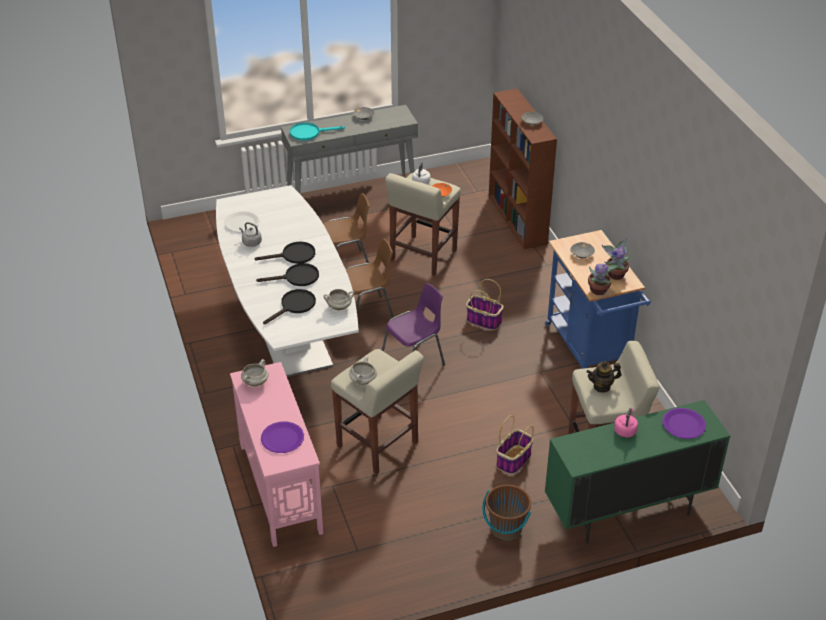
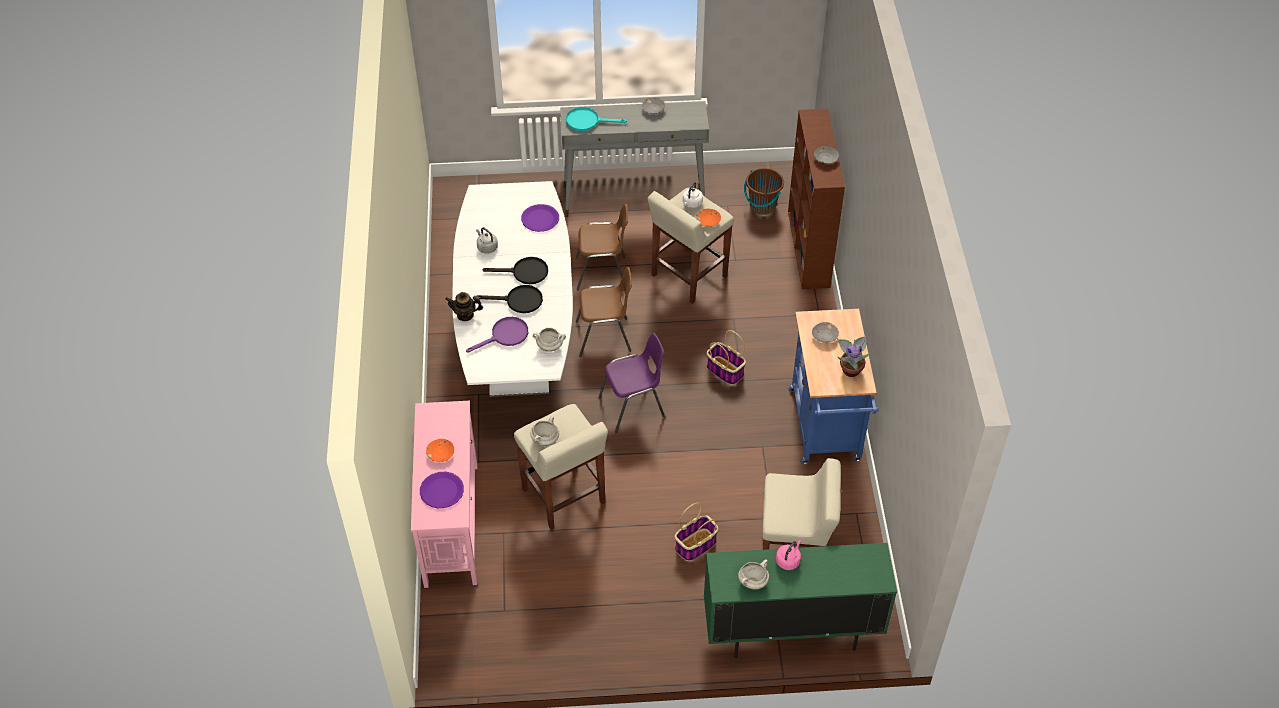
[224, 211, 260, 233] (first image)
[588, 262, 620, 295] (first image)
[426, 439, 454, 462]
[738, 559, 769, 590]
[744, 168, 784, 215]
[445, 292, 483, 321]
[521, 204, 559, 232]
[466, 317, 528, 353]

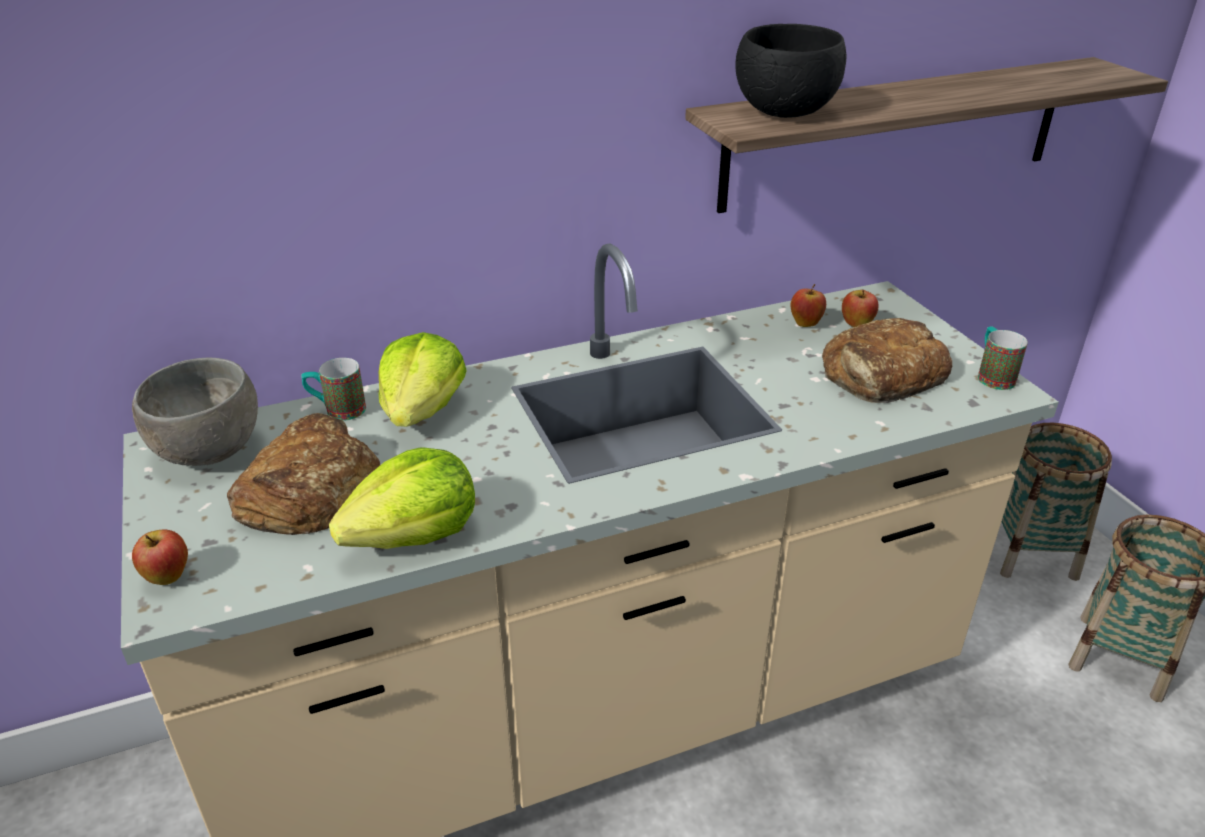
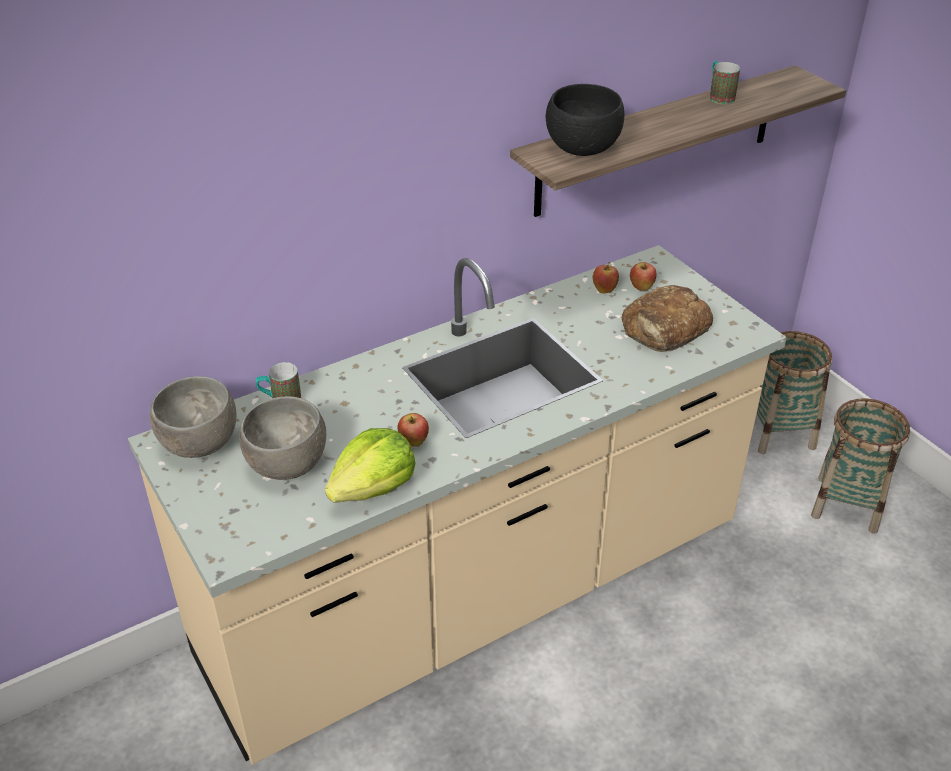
[379, 332, 467, 427] (first image)
[398, 413, 429, 447]
[709, 61, 740, 104]
[239, 396, 326, 480]

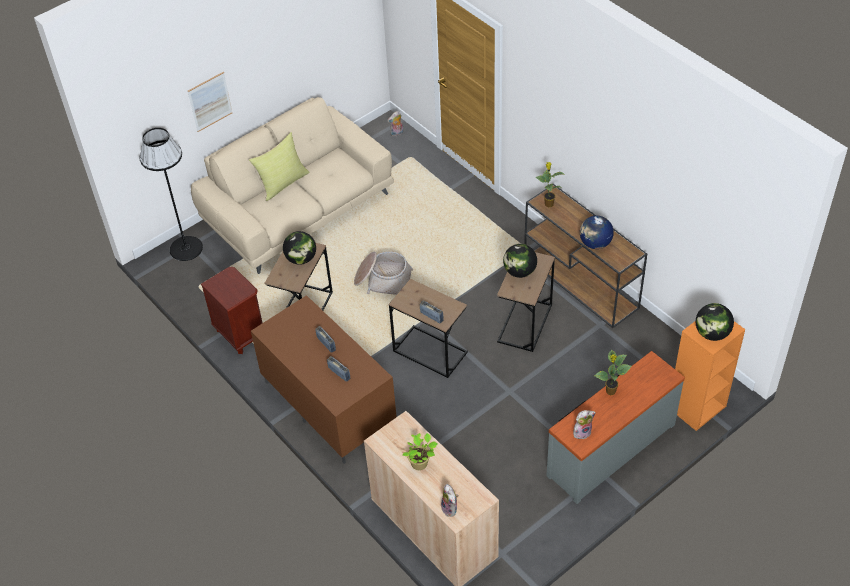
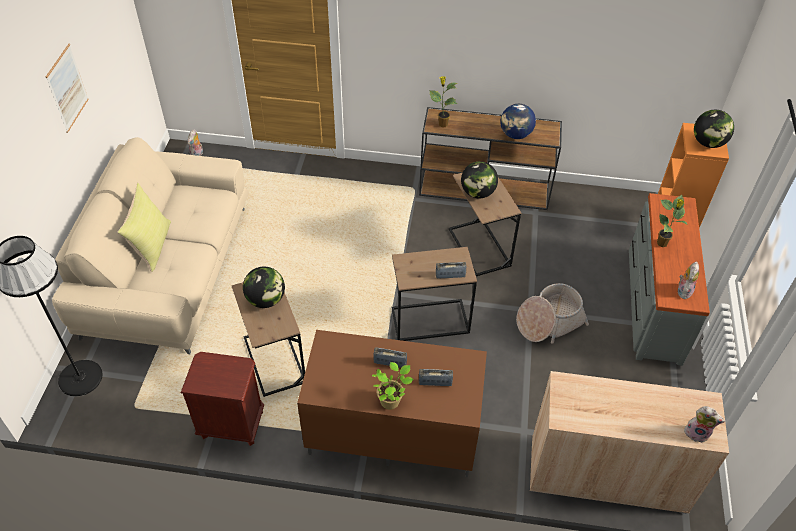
[46, 44, 89, 133]
[516, 283, 589, 344]
[372, 362, 414, 409]

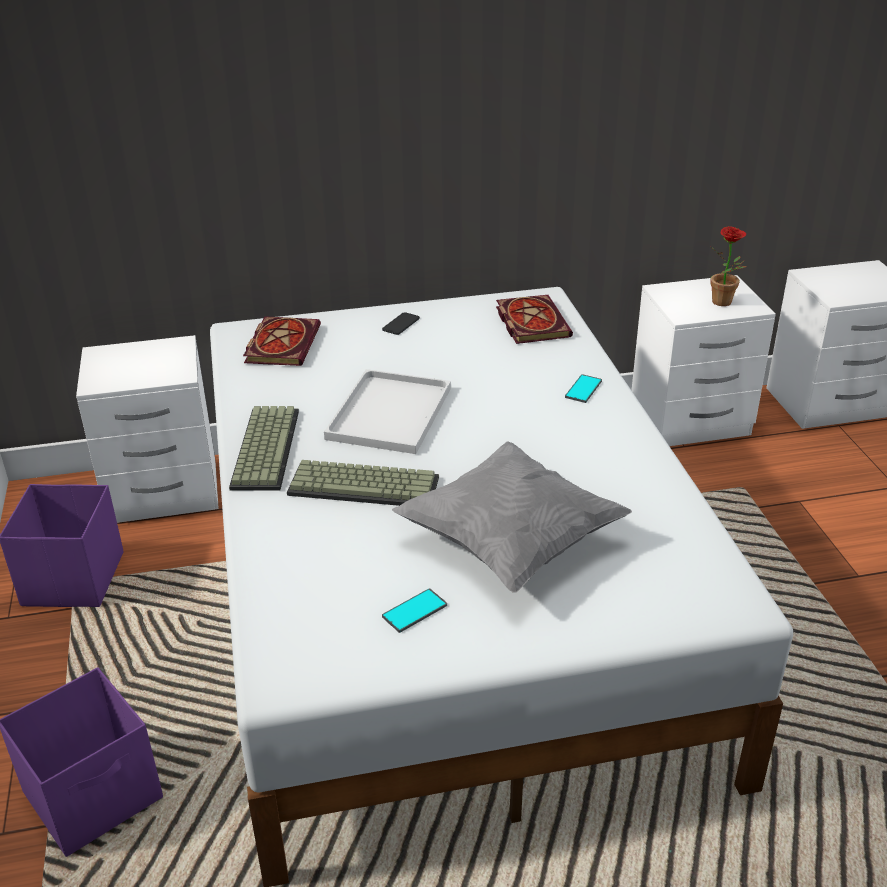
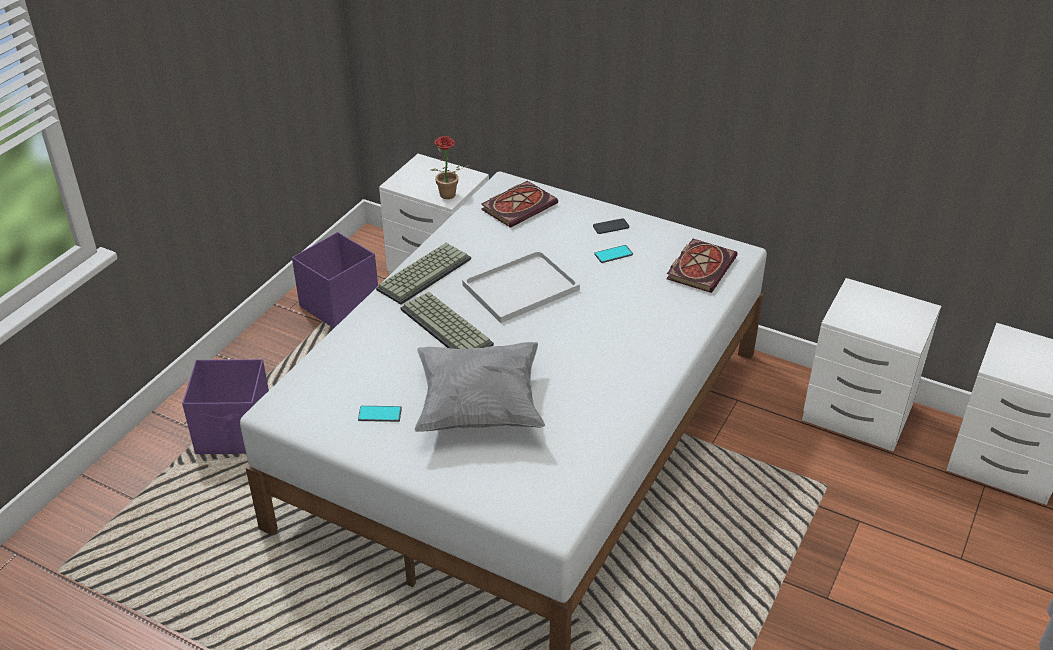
[594, 245, 633, 263]
[431, 136, 469, 199]

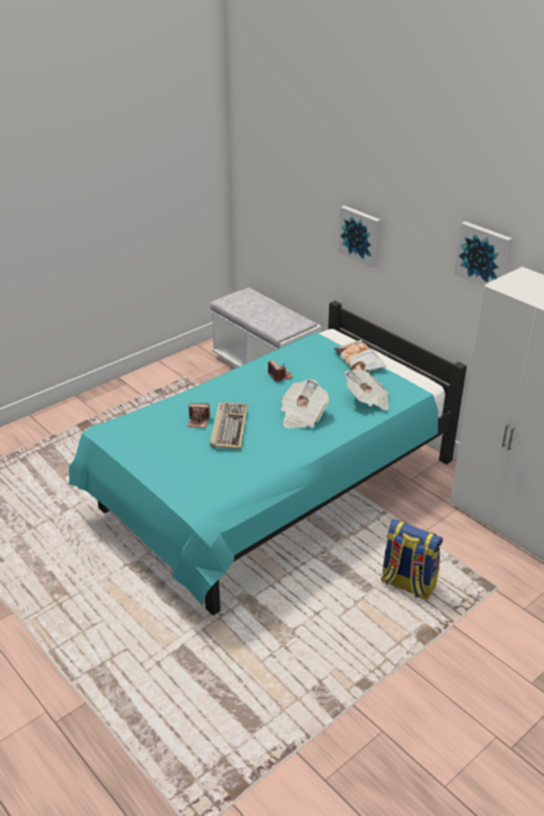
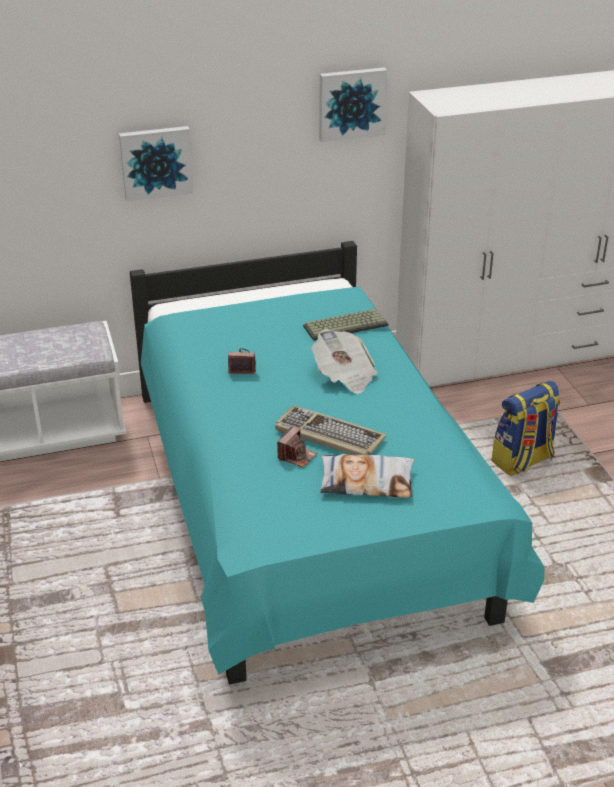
[320, 454, 414, 498]
[303, 309, 389, 341]

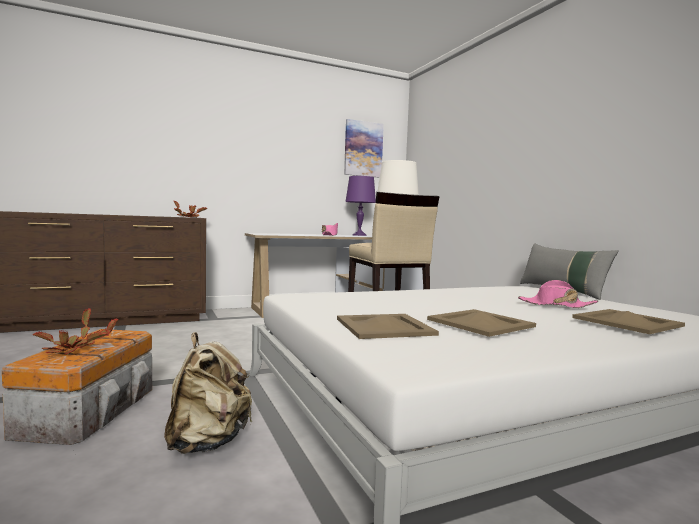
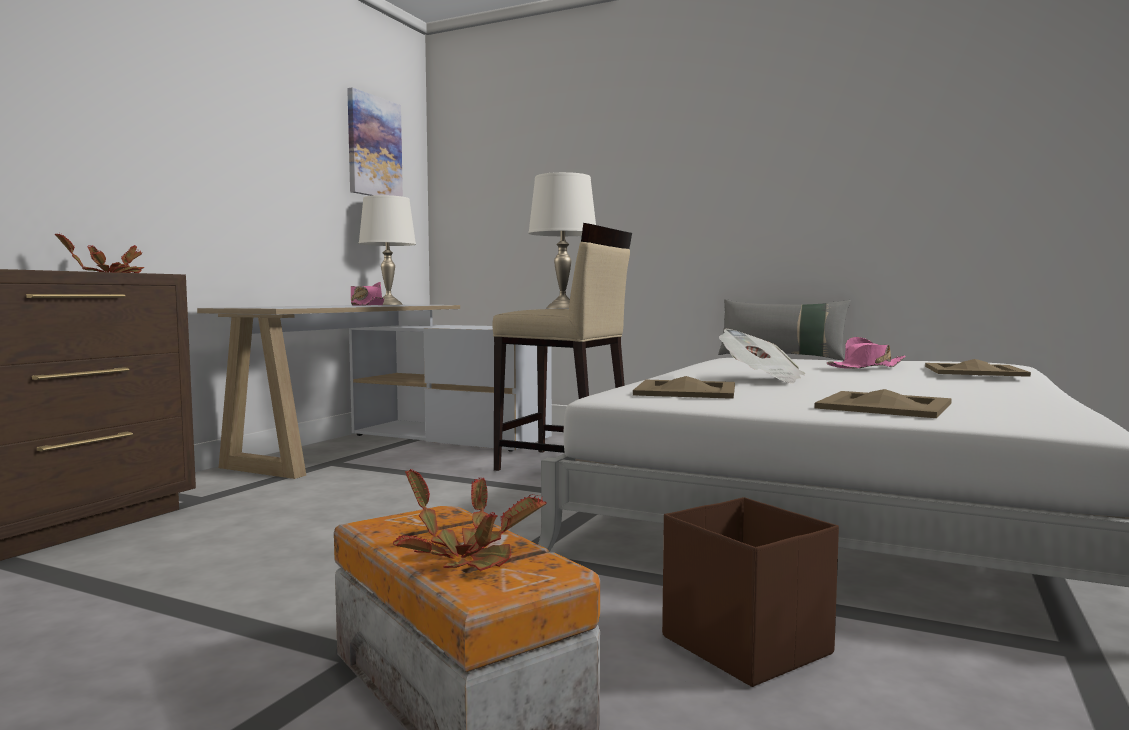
[719, 329, 805, 383]
[633, 376, 735, 399]
[662, 497, 839, 687]
[359, 195, 416, 305]

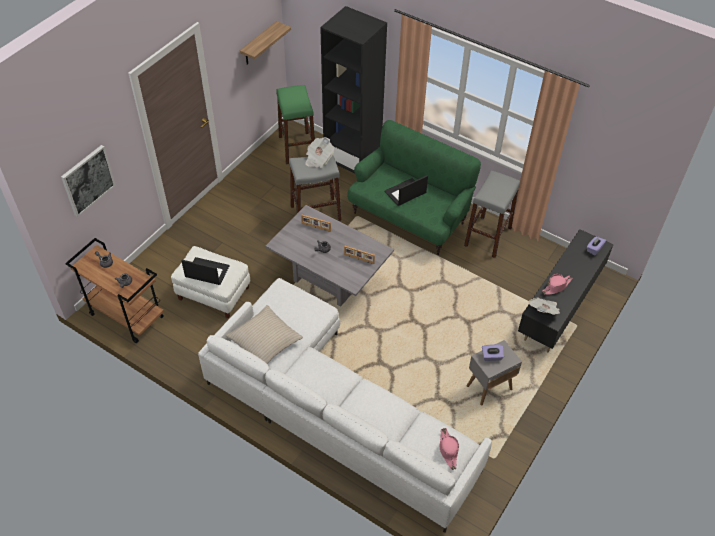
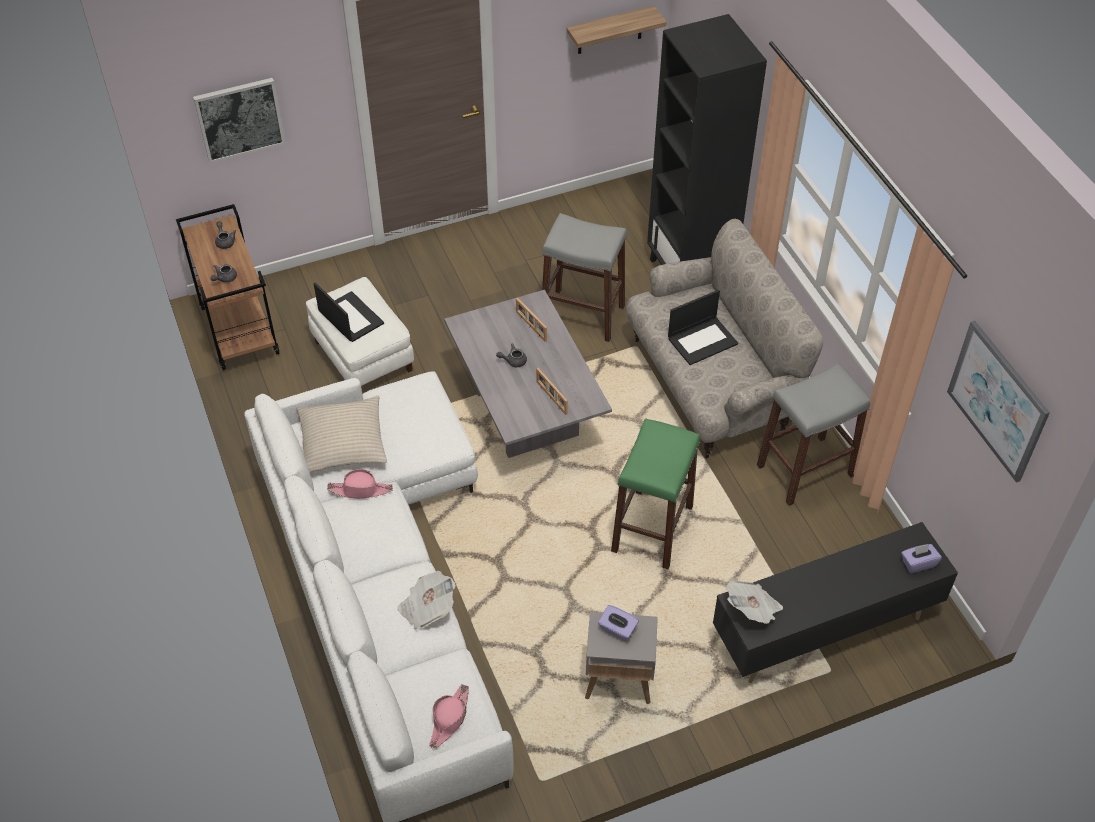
[947, 321, 1050, 483]
[611, 418, 700, 569]
[398, 571, 456, 630]
[327, 469, 393, 499]
[626, 219, 823, 458]
[668, 290, 738, 365]

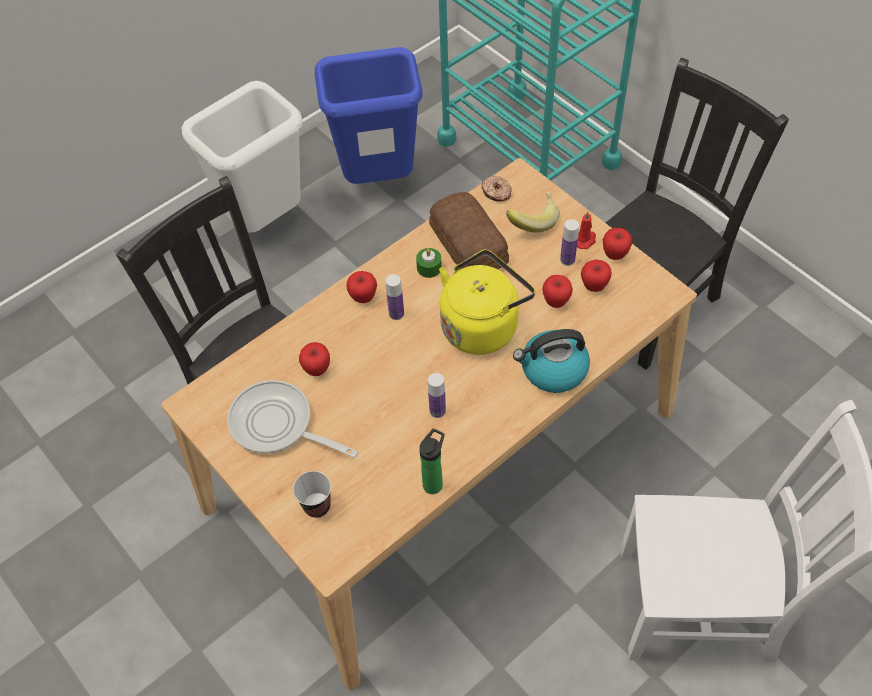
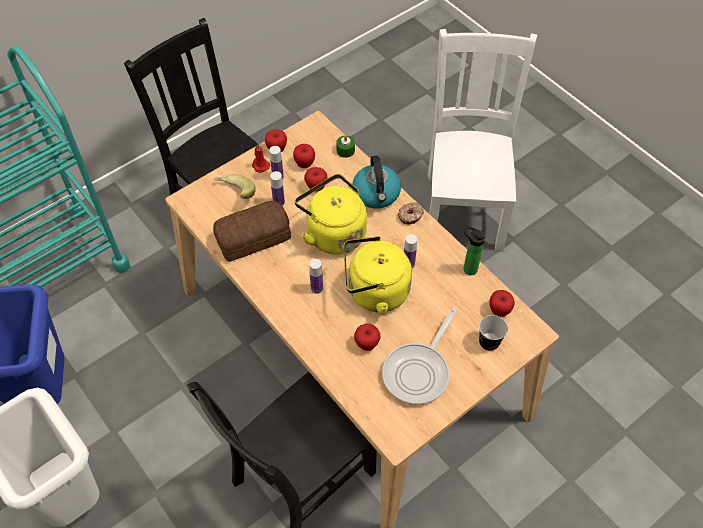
[270, 171, 285, 206]
[344, 236, 412, 314]
[489, 290, 515, 317]
[336, 135, 355, 158]
[398, 202, 424, 225]

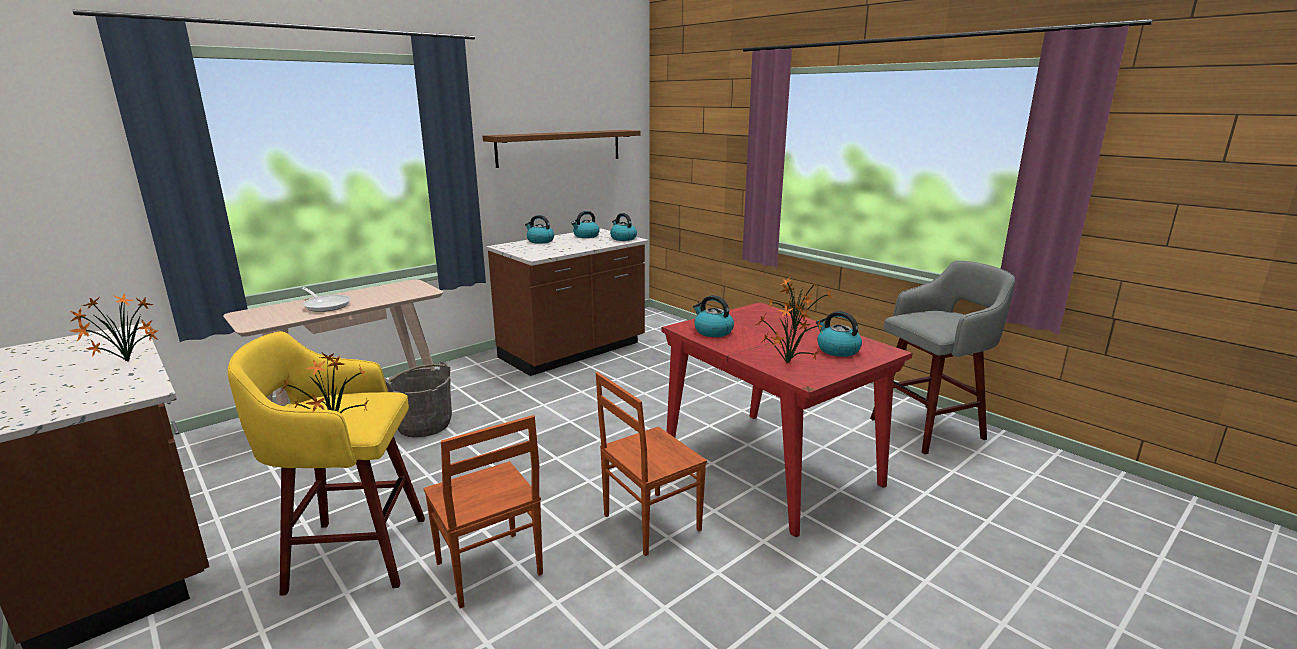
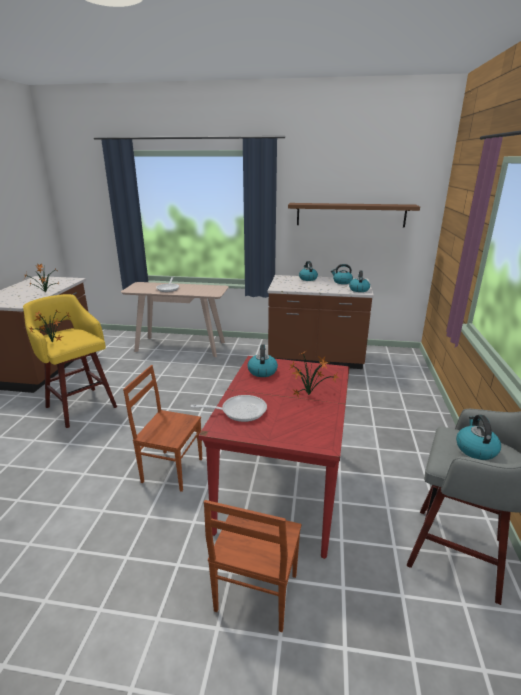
[384, 362, 452, 437] (first image)
[204, 500, 301, 632]
[456, 415, 501, 460]
[191, 395, 267, 422]

